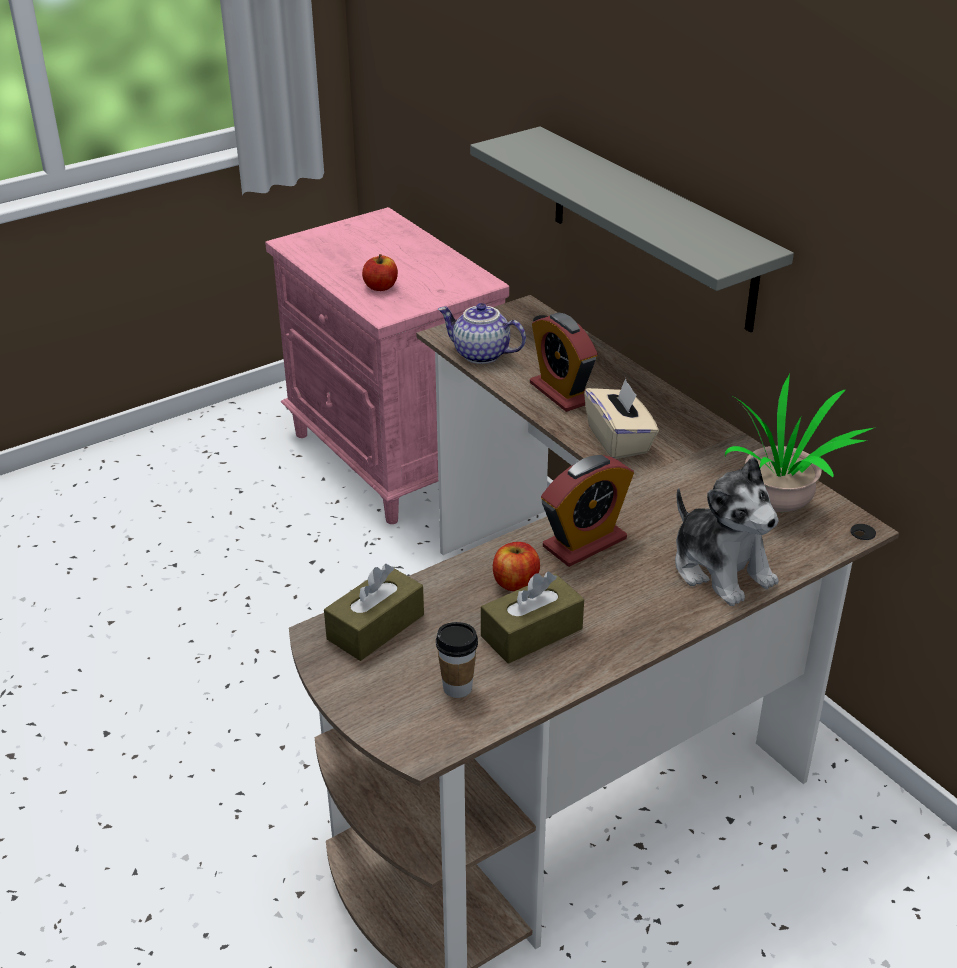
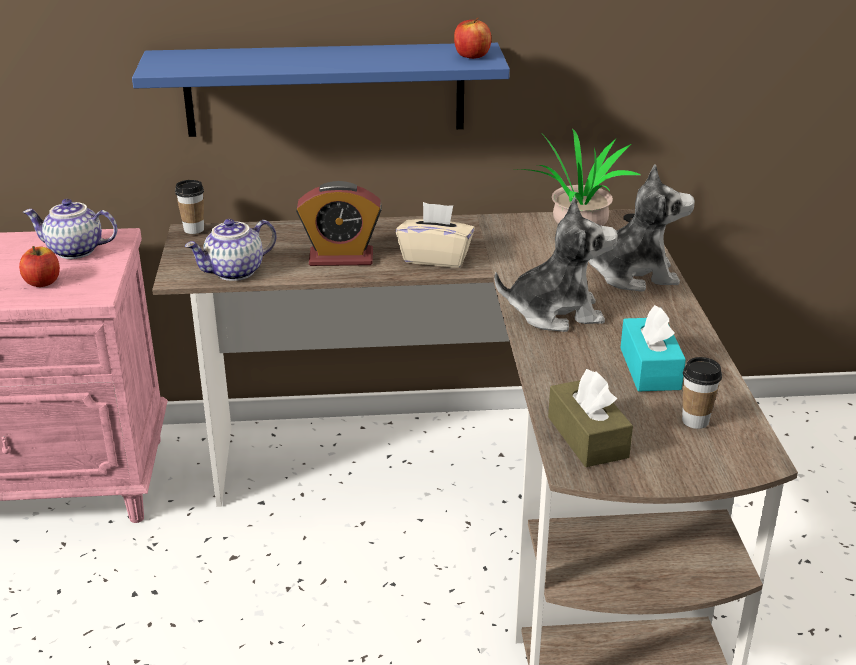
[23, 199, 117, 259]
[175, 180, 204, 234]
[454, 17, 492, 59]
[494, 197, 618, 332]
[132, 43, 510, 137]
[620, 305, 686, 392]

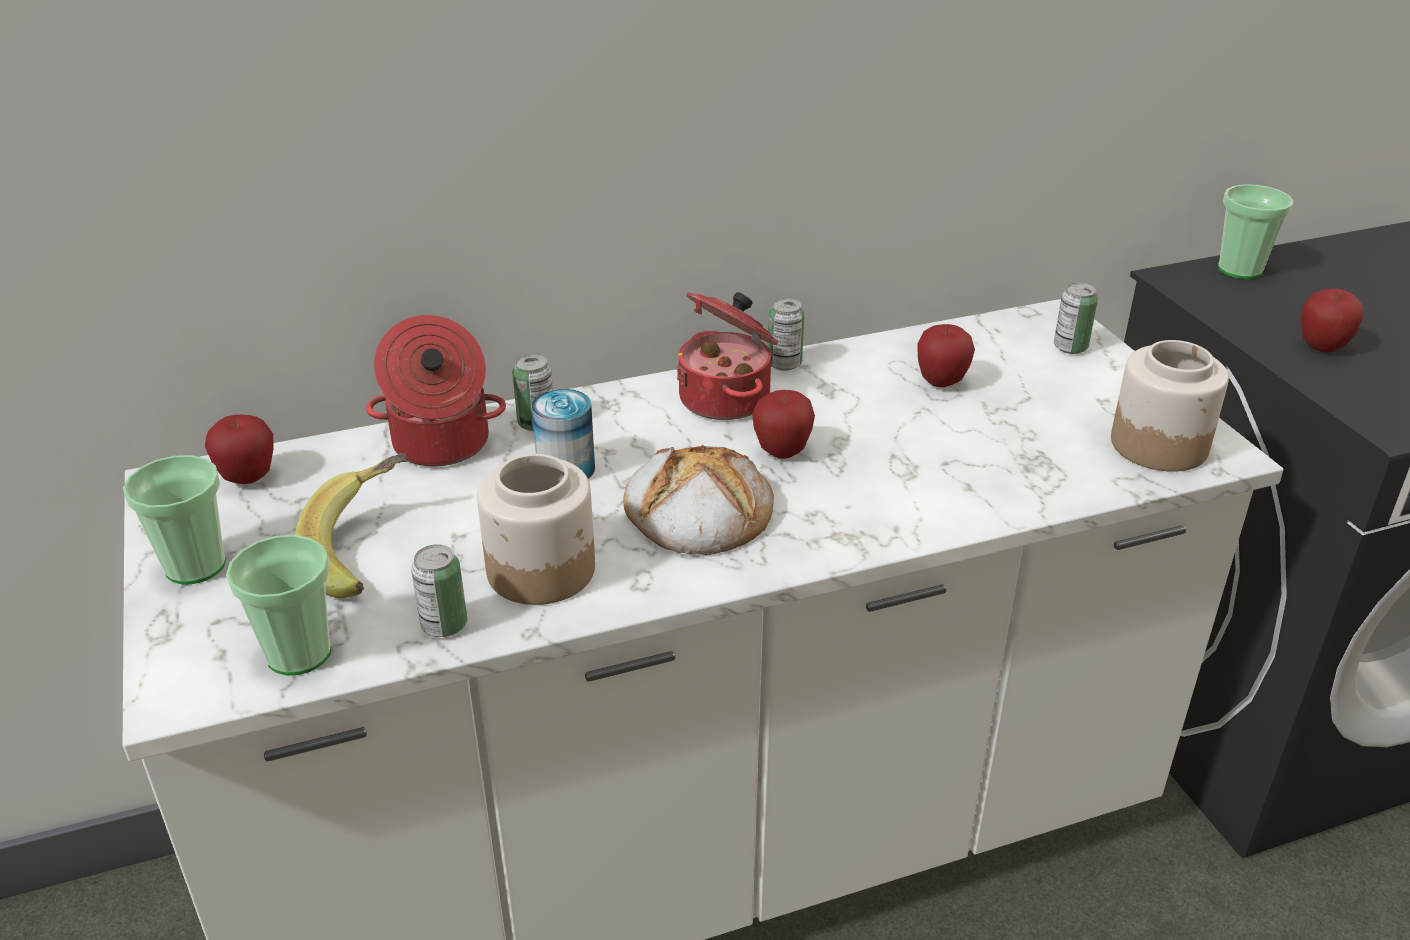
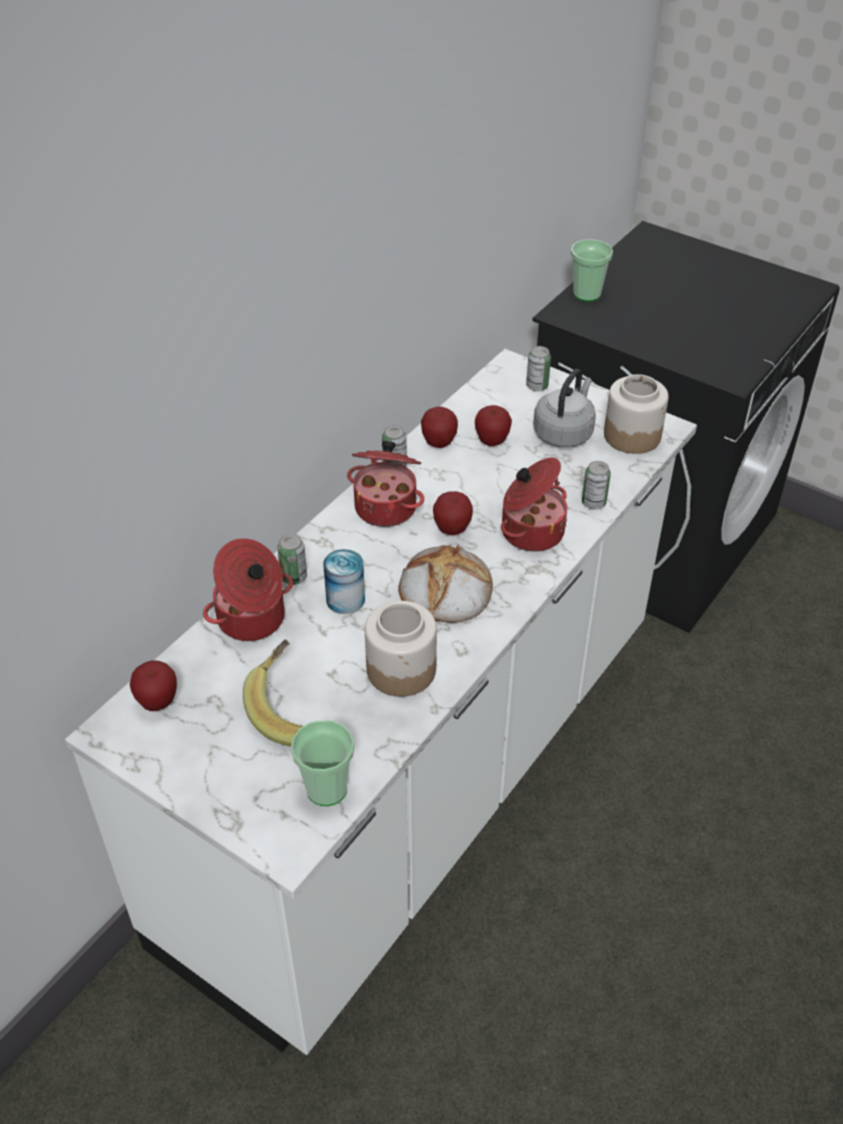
[123, 455, 226, 585] (first image)
[501, 457, 567, 552]
[534, 369, 596, 448]
[582, 461, 611, 509]
[421, 407, 458, 448]

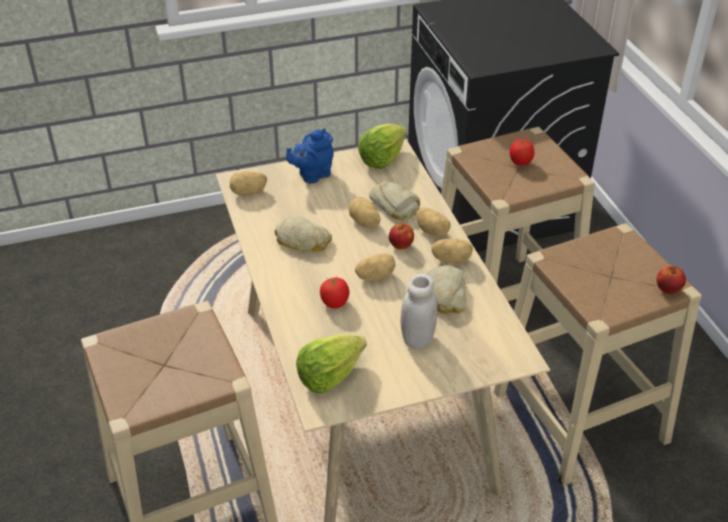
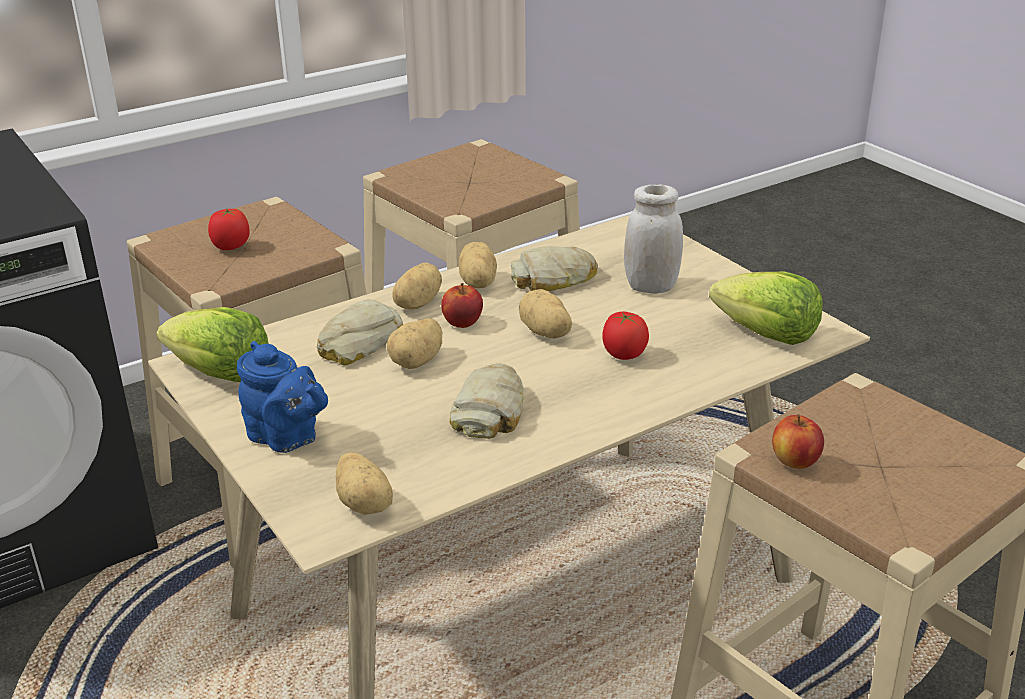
[772, 414, 824, 469]

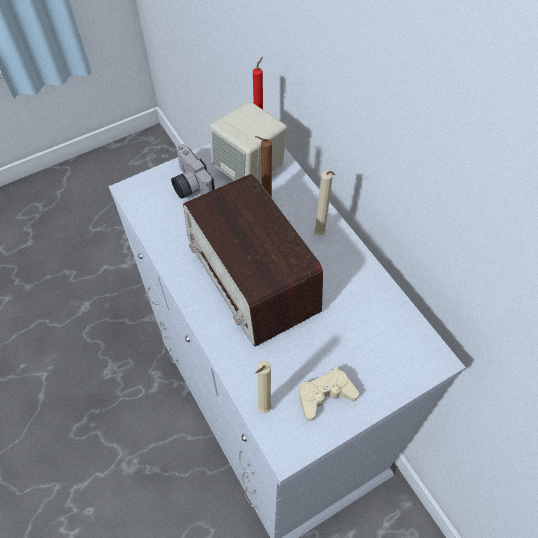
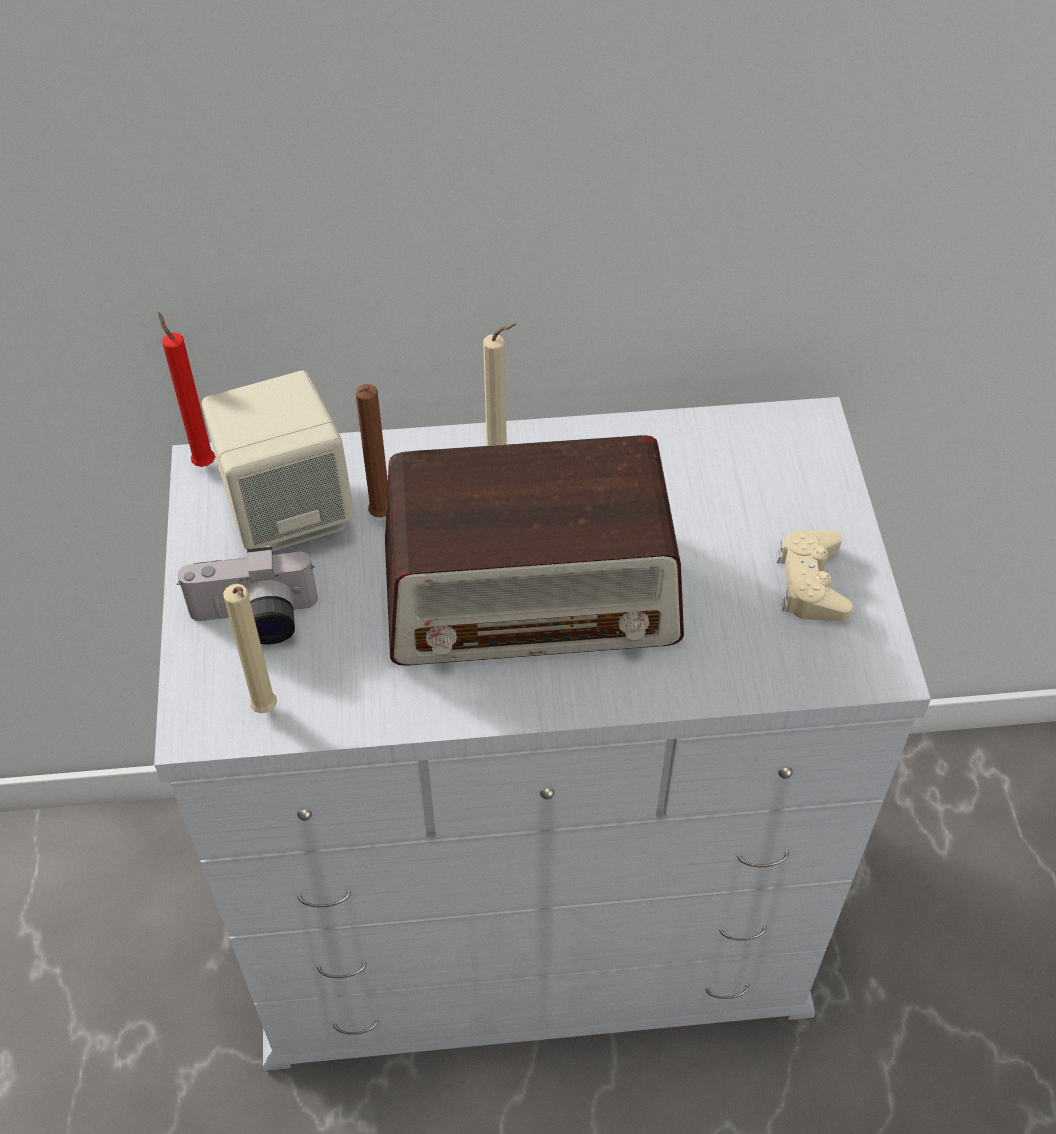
[223, 584, 277, 714]

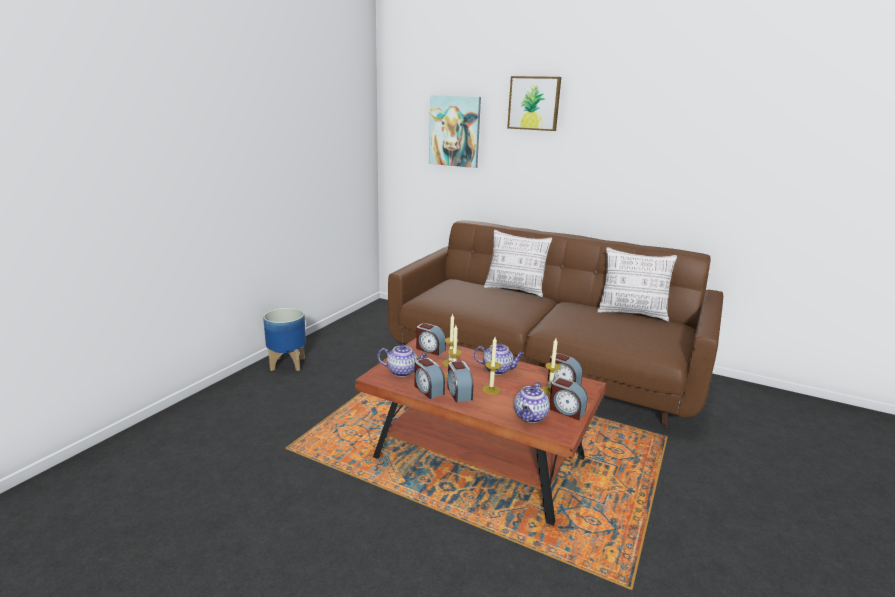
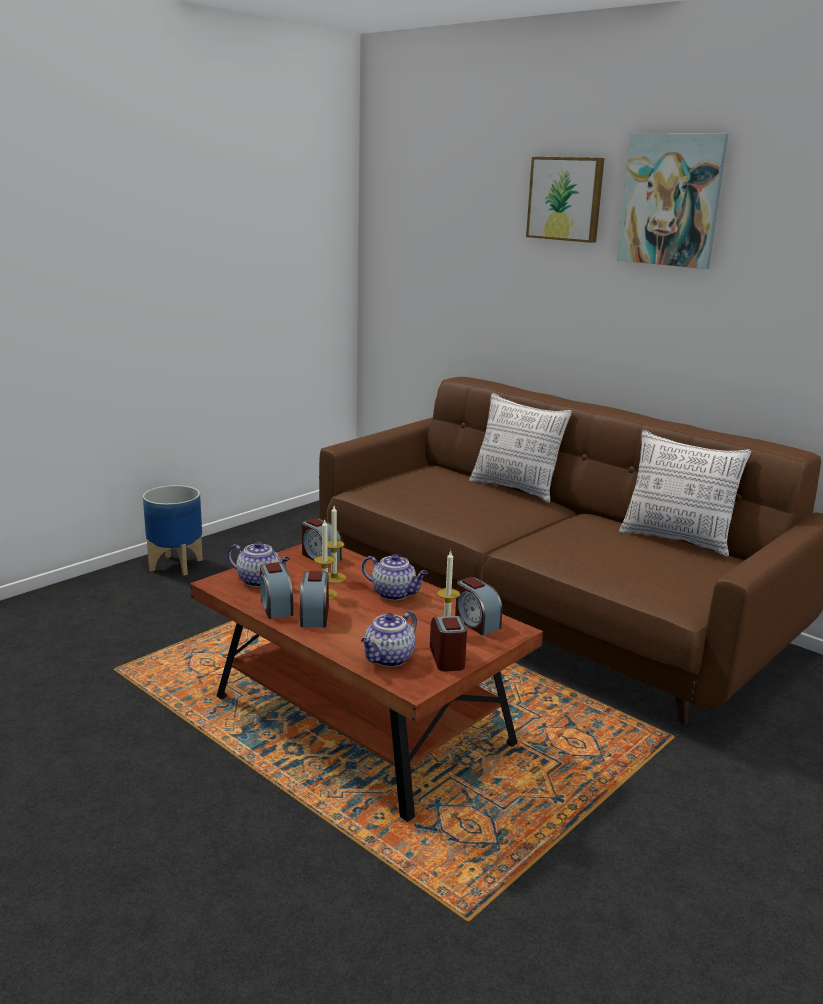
[482, 337, 501, 395] (first image)
[617, 133, 728, 269]
[430, 616, 467, 671]

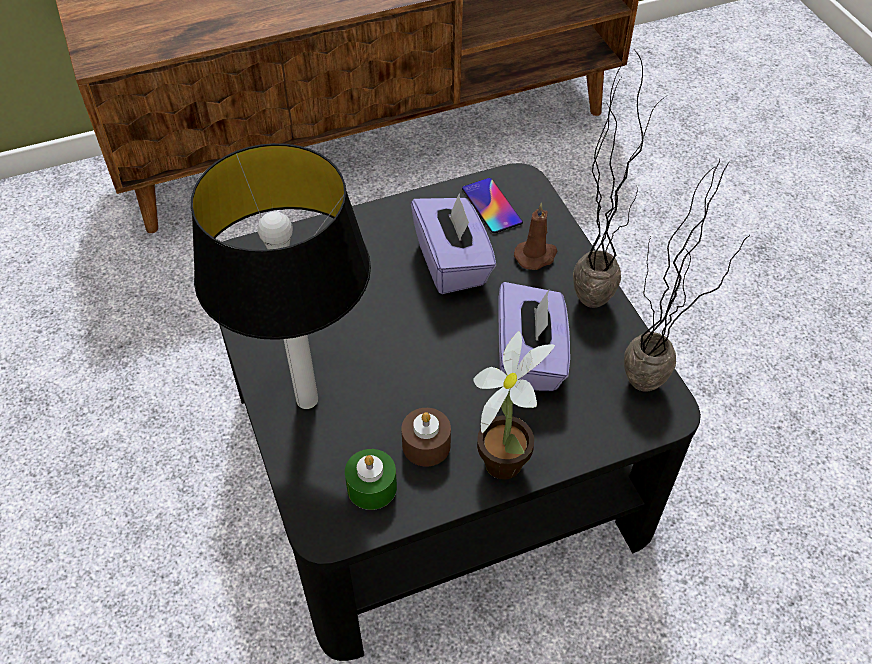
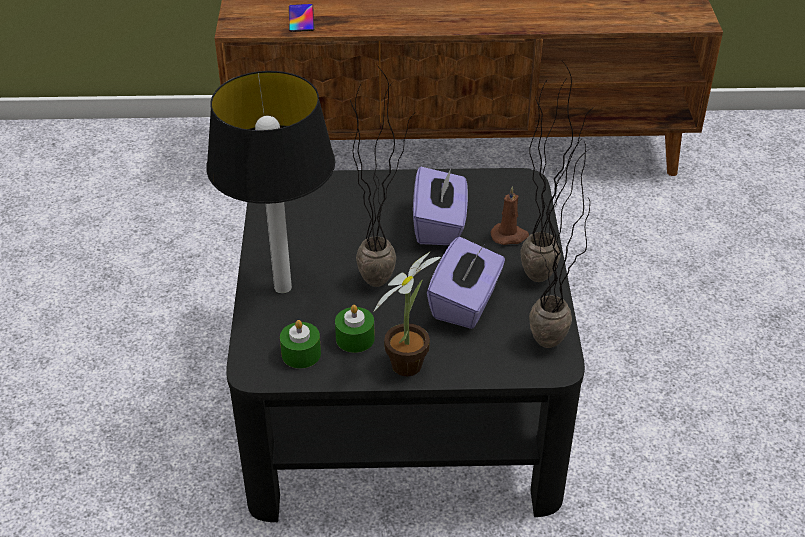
[350, 68, 414, 287]
[289, 4, 314, 32]
[335, 305, 375, 353]

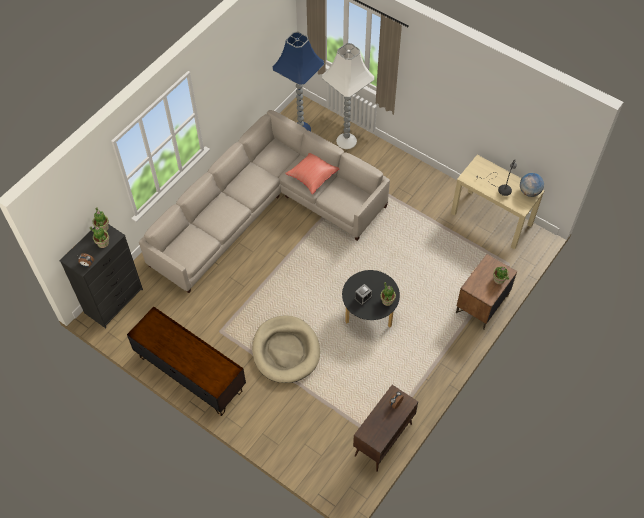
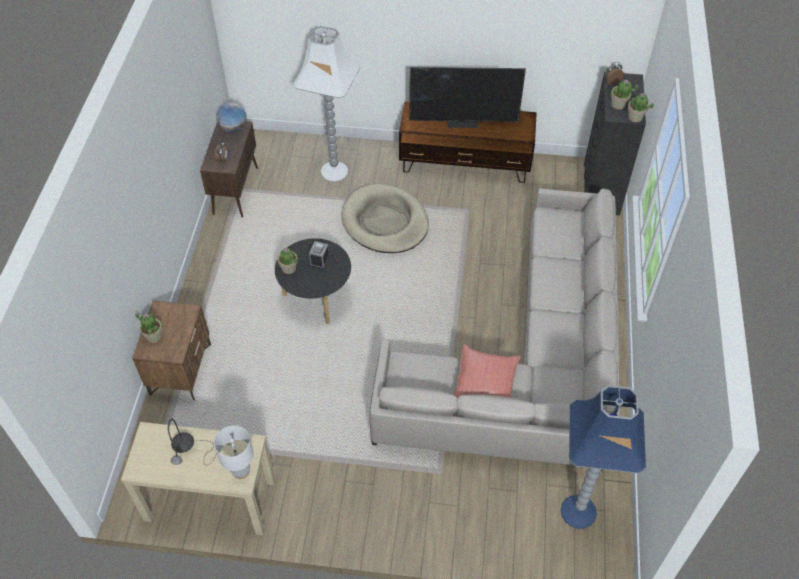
[214, 425, 254, 479]
[409, 67, 526, 128]
[293, 26, 361, 181]
[216, 102, 247, 133]

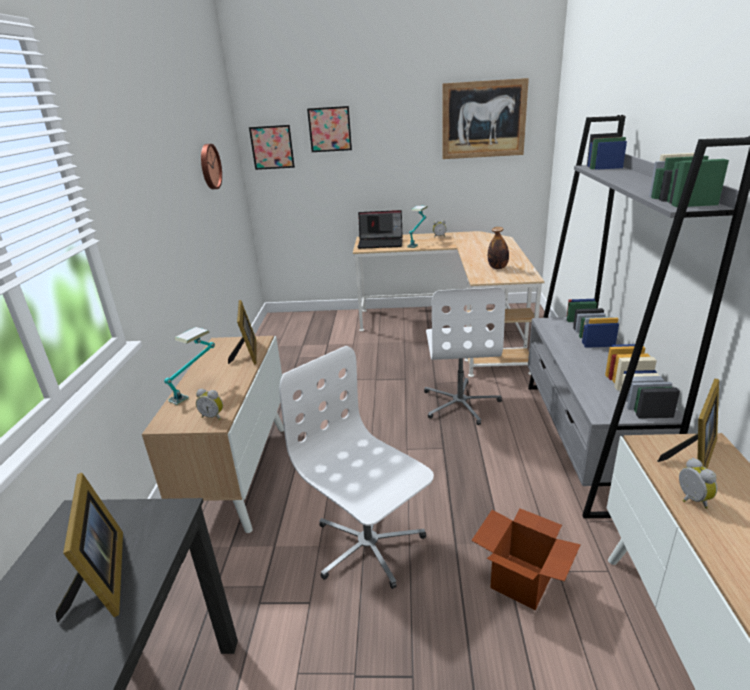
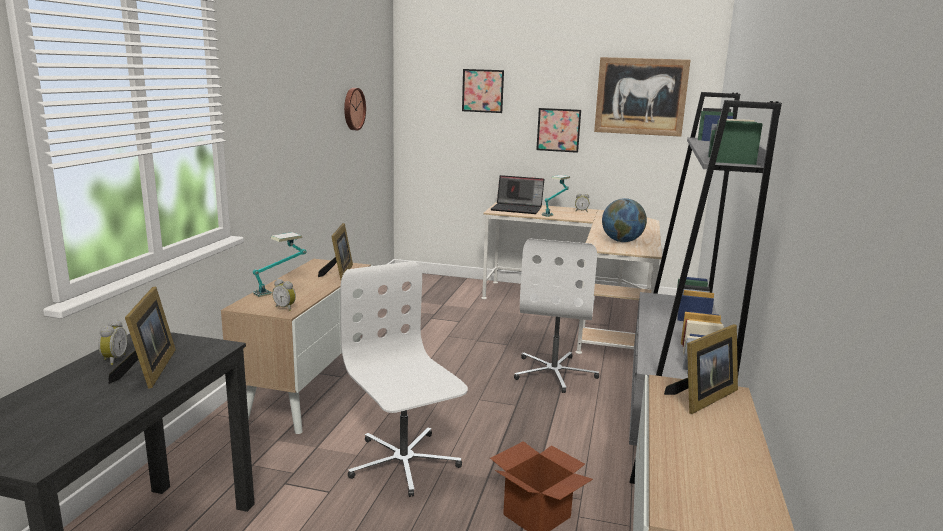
[536, 108, 581, 153]
[98, 319, 127, 365]
[602, 198, 647, 242]

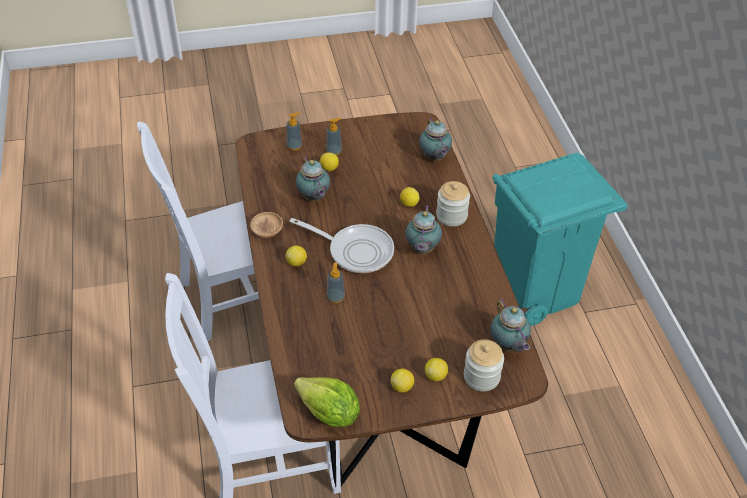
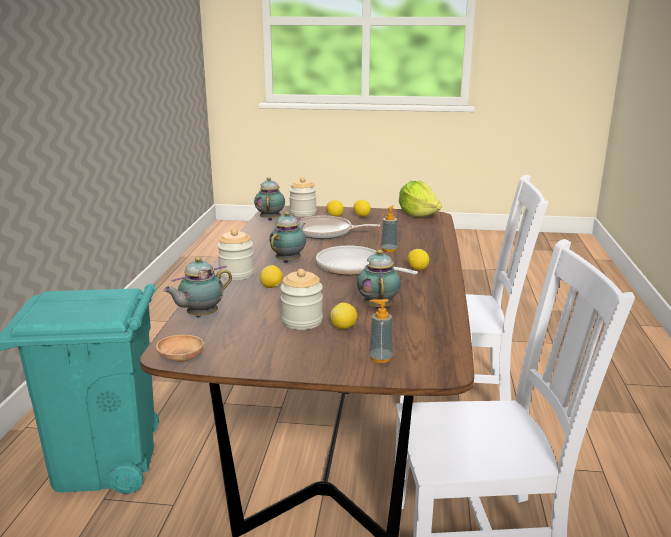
[326, 118, 342, 156] (first image)
[280, 269, 323, 330]
[298, 215, 380, 239]
[156, 335, 204, 362]
[163, 257, 232, 318]

